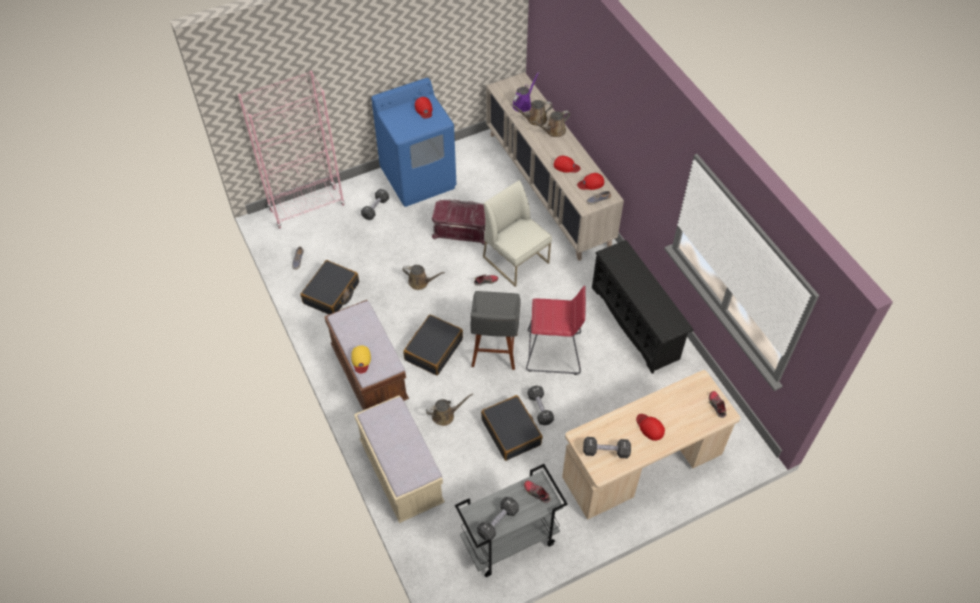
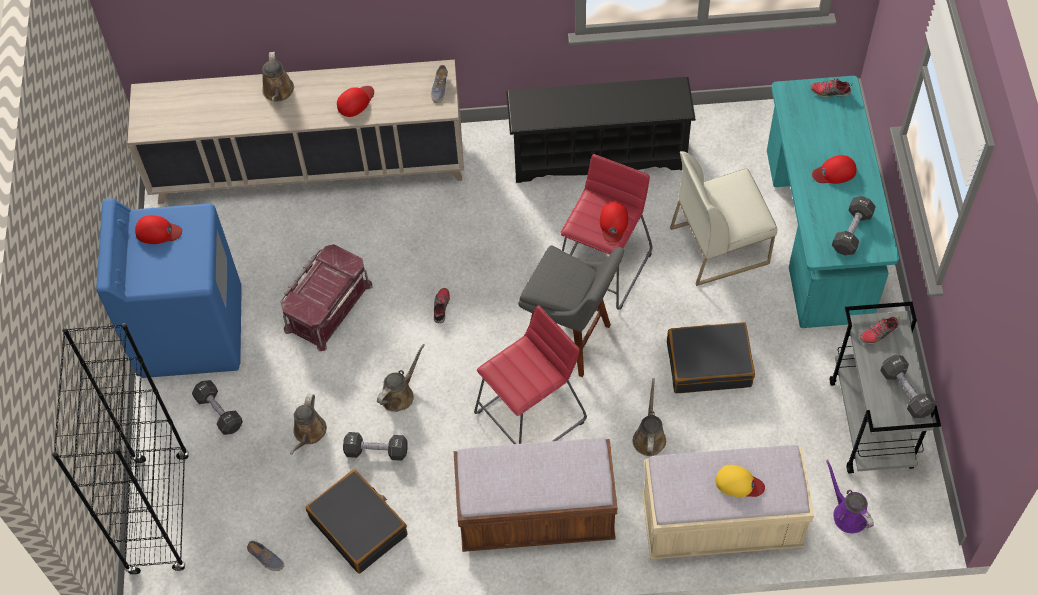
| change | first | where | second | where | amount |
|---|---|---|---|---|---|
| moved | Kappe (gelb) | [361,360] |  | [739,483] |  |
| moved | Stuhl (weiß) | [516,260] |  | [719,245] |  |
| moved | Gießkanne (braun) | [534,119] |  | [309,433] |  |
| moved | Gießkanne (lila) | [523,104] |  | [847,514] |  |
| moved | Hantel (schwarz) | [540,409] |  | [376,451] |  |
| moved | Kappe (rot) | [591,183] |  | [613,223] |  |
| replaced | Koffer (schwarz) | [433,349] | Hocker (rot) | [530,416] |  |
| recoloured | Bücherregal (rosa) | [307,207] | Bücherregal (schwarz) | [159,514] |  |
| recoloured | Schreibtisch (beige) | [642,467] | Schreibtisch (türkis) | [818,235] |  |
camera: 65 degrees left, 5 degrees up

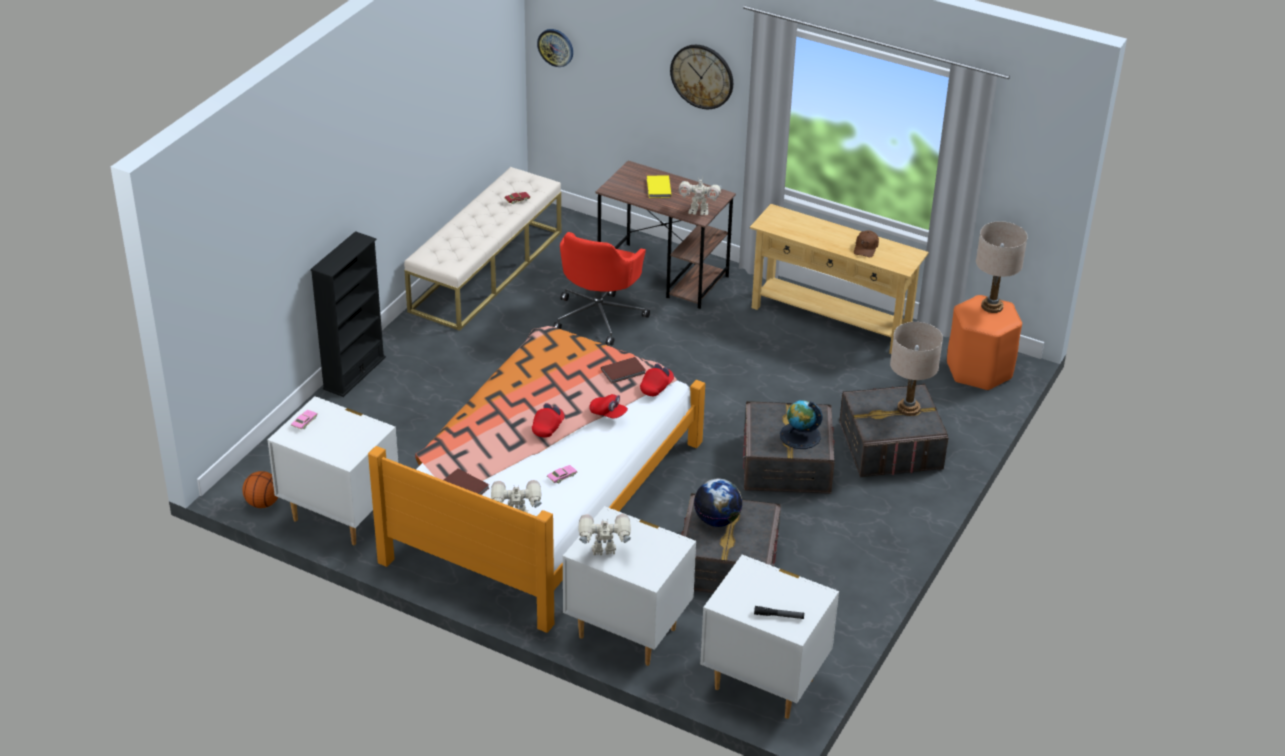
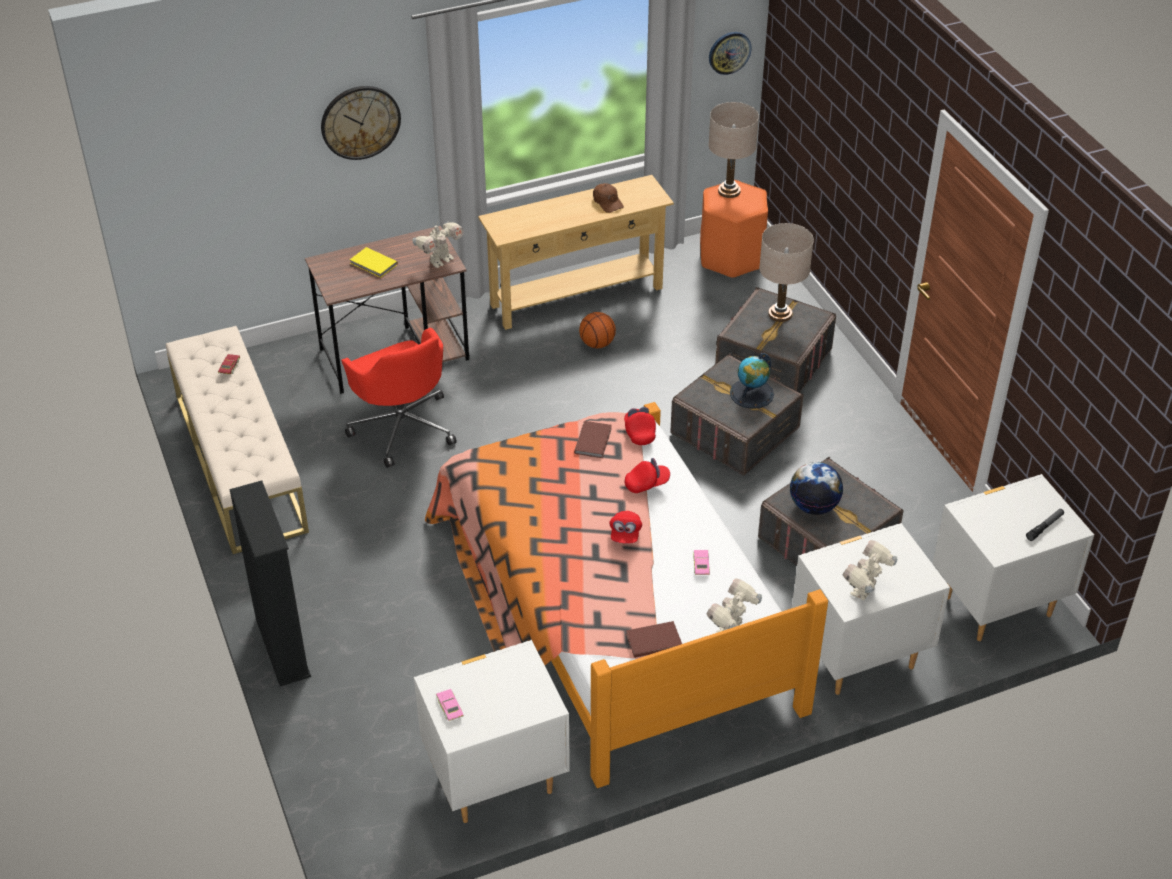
| change | first | where | second | where | amount |
|---|---|---|---|---|---|
| moved | Basketball | [263,503] |  | [597,344] |  |
| moved | Wanduhr | [555,47] |  | [729,52] |  |
| turned | Kappe (rot) | [548,427] |  | [625,534] | 150 degrees counterclockwise |
camera: 50 degrees left, 5 degrees up

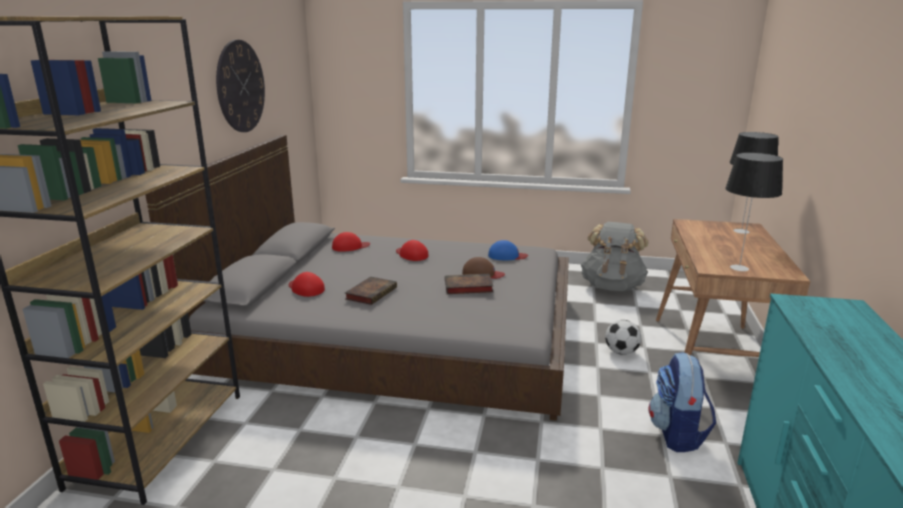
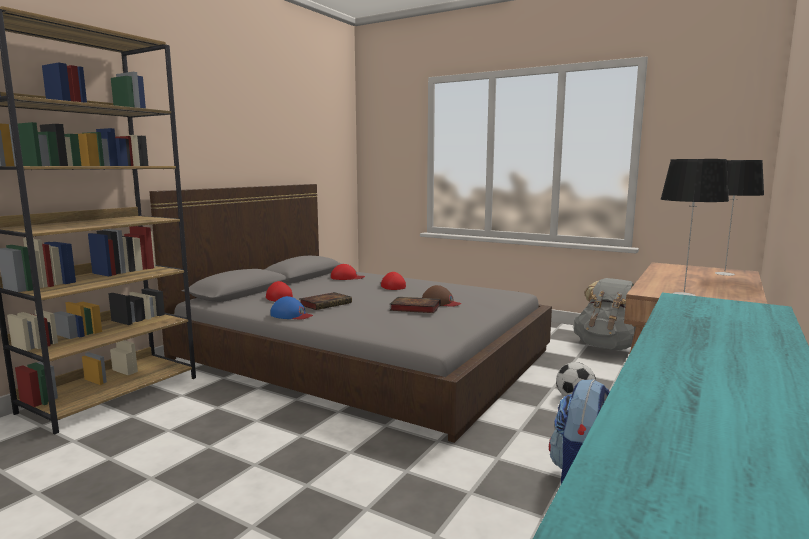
| change | first | where | second | where | amount |
|---|---|---|---|---|---|
| removed | Wanduhr | [240,86] |  |  |  |
| moved | Kappe (blau) | [507,256] |  | [291,315] |  |
camera: 20 degrees right, 10 degrees down

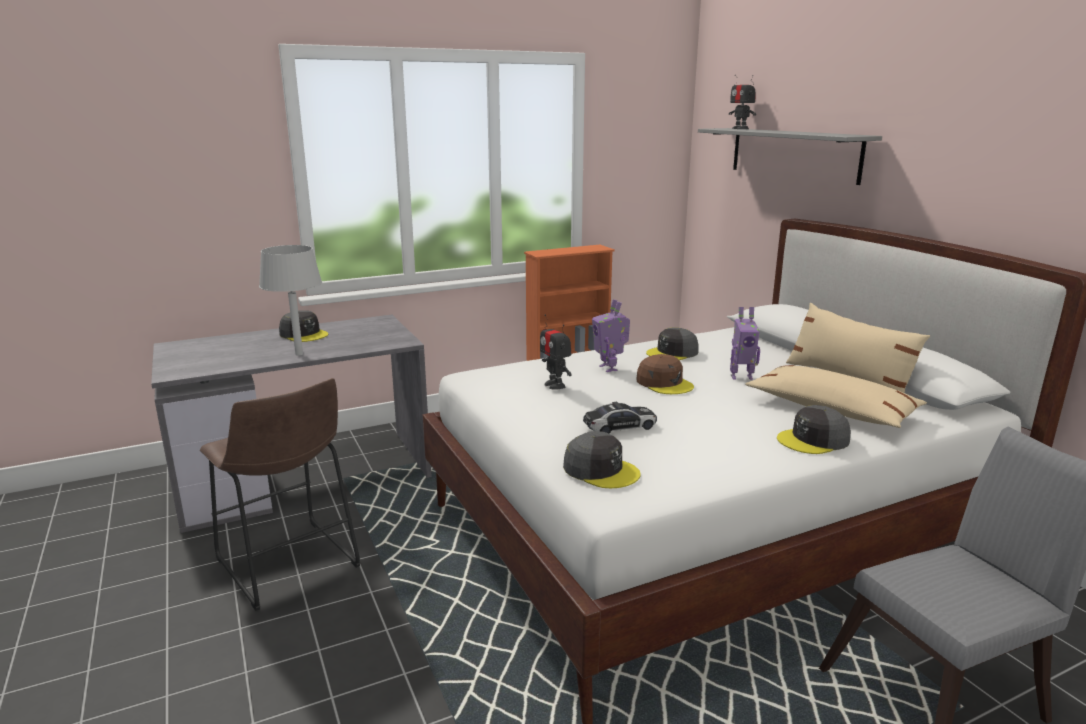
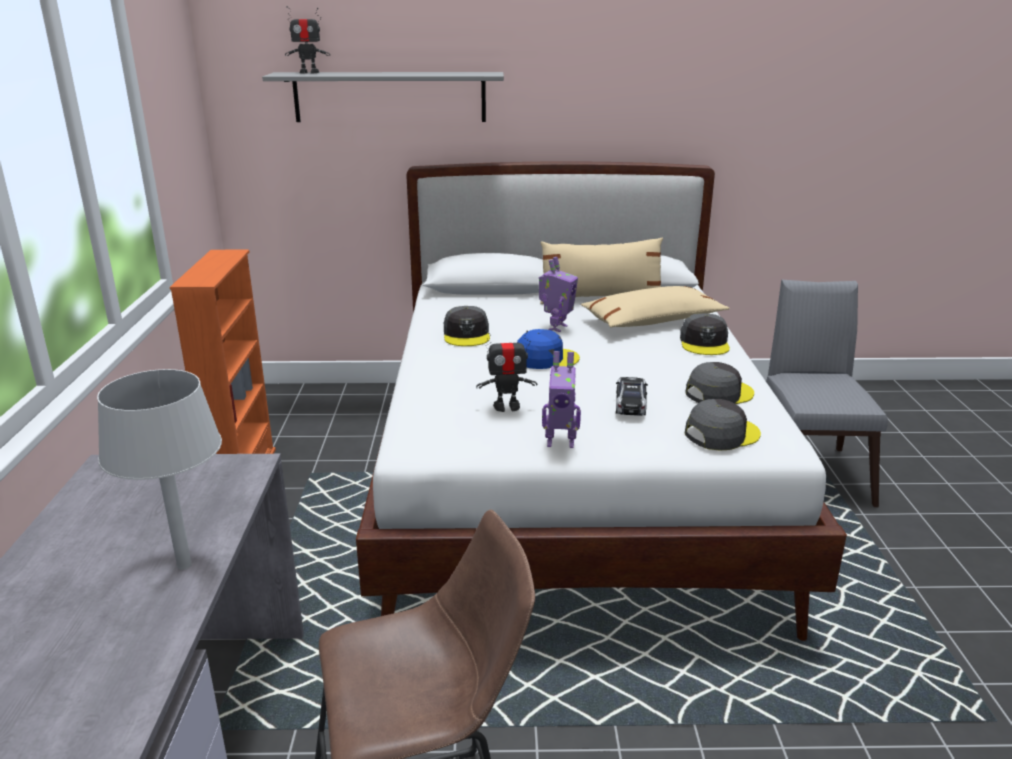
| change | first | where | second | where | amount |
|---|---|---|---|---|---|
| moved | Kappe (grau) | [304,334] |  | [718,393] |  |
| moved | Spielzeugroboter | [609,368] |  | [560,442] |  |
| recoloured | Kappe (braun) | [664,383] | Kappe (blau) | [546,359] |  |
camera: 65 degrees left, 5 degrees up

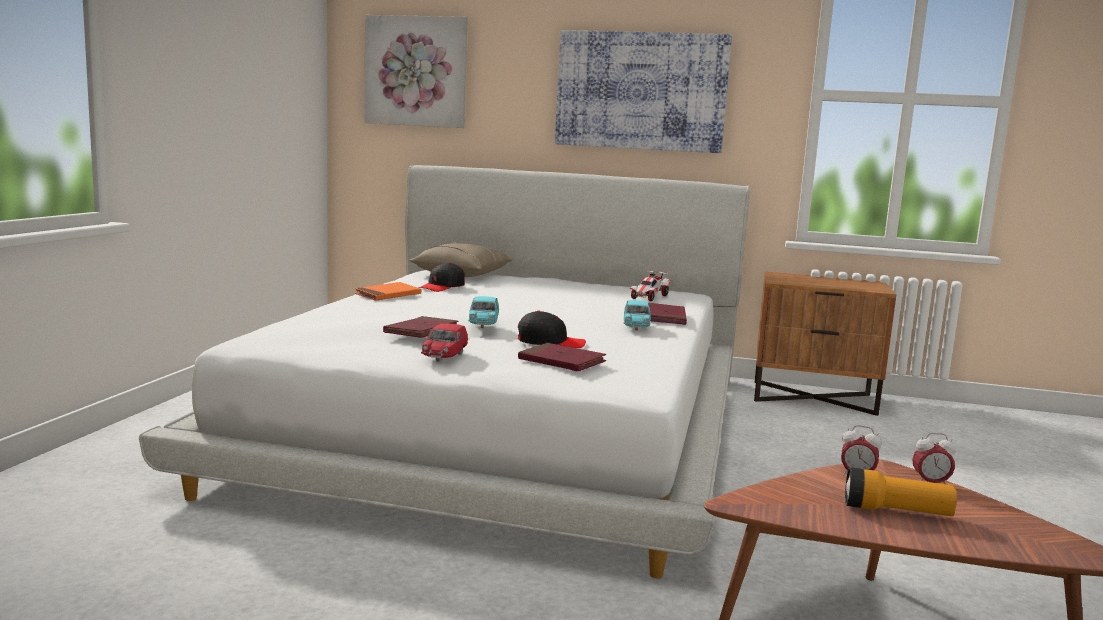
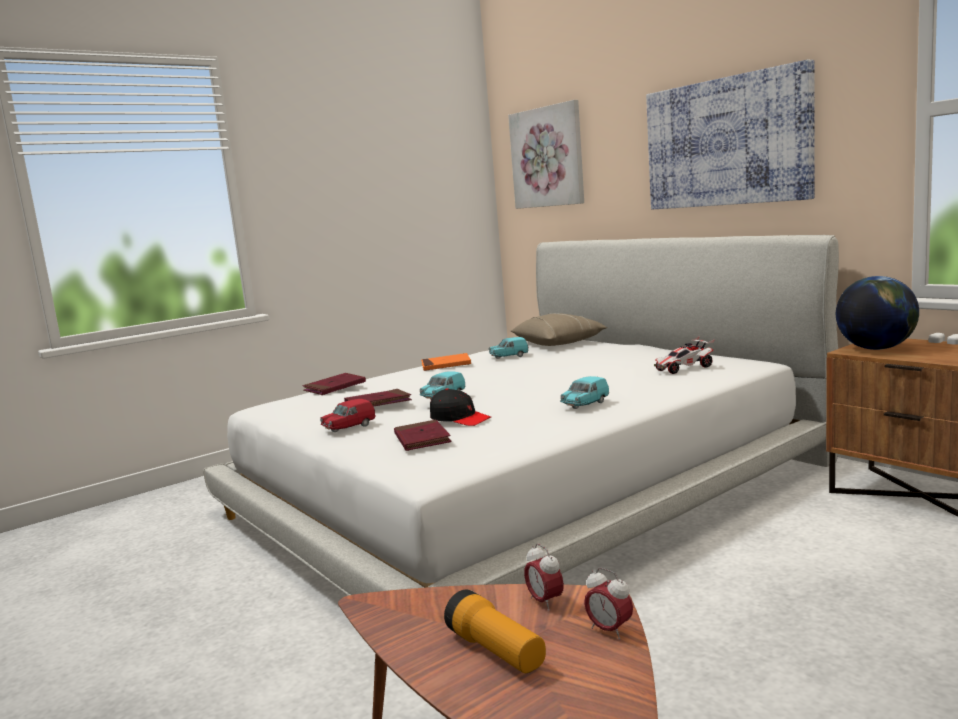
| change | first | where | second | where | amount |
|---|---|---|---|---|---|
| added |  |  | Globus | [875,348] |  |
| moved | Buch (rot) | [666,317] |  | [334,387] |  |
| replaced | Kappe (schwarz) | [442,287] | Spielzeugauto (türkis) | [509,357] |  |
camera: 40 degrees right, 0 degrees up

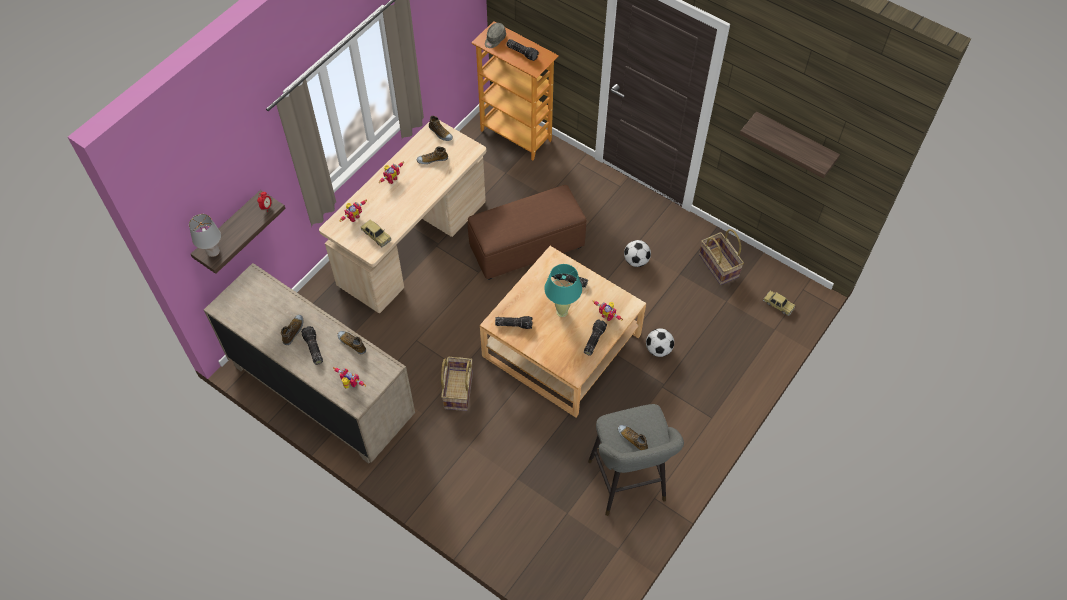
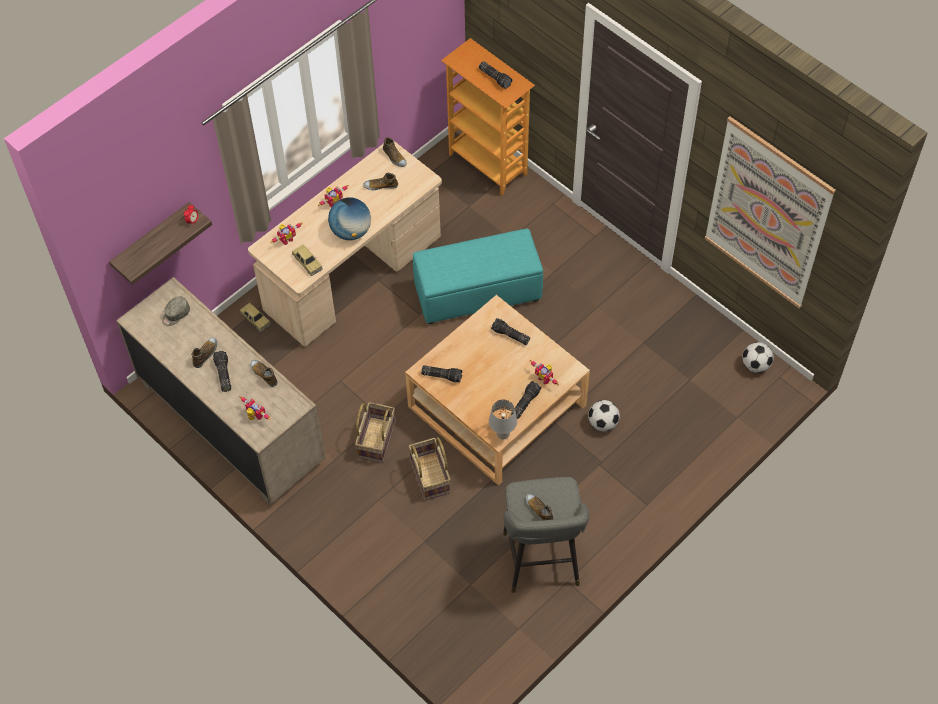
| change | first | where | second | where | amount |
|---|---|---|---|---|---|
| removed | Tischlampe (türkis) | [562,312] |  |  |  |
| added |  |  | Globus | [351,231] |  |
| moved | Tischlampe (grau) | [213,252] |  | [503,434] |  |
| moved | Kappe (grau) | [494,39] |  | [175,314] |  |
| moved | Fußball | [636,261] |  | [755,365] |  |
| moved | Korb | [719,265] |  | [431,476] |  |
| moved | Spielzeugauto | [778,305] |  | [255,319] |  |
| replaced | Wandregal | [794,143] | Bild | [766,214] |  |
| recoloured | Polsterhocker (braun) | [527,247] | Polsterhocker (türkis) | [479,292] |  |
camera: 10 degrees right, 0 degrees up

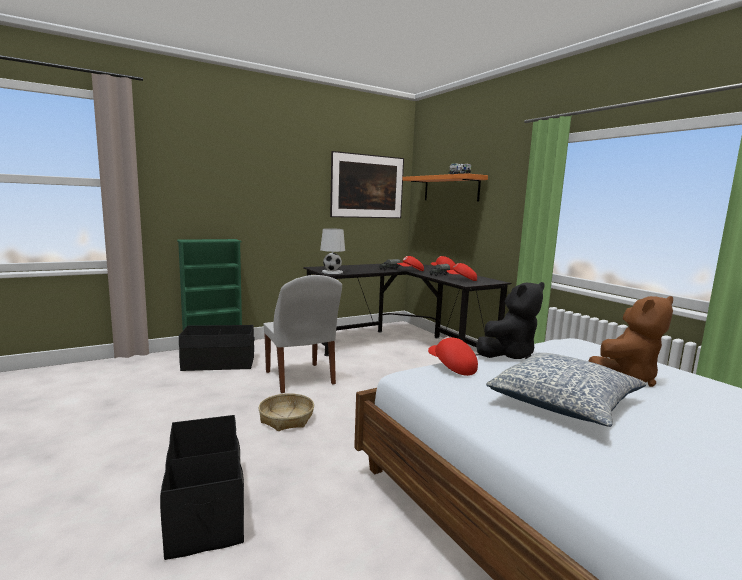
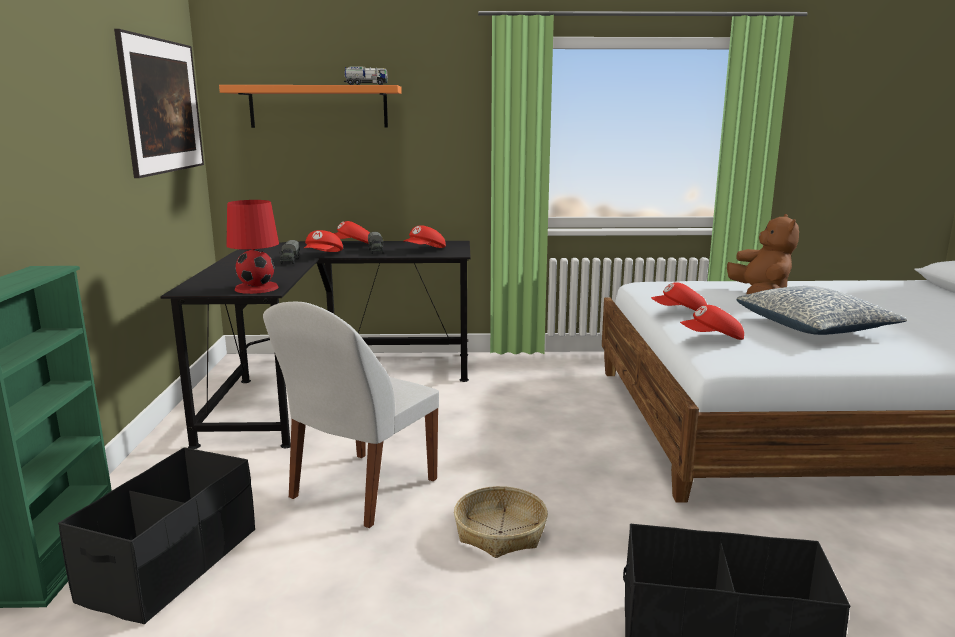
| change | first | where | second | where | amount |
|---|---|---|---|---|---|
| replaced | Plüschtier (schwarz) | [508,355] | Kappe (rot) | [679,312] |  |
| recoloured | Tischlampe (weiß) | [332,272] | Tischlampe (rot) | [257,288] |  |
| turned | Stuhl (weiß) | [300,379] |  | [361,490] | 120 degrees clockwise |
camera: 60 degrees left, 5 degrees up

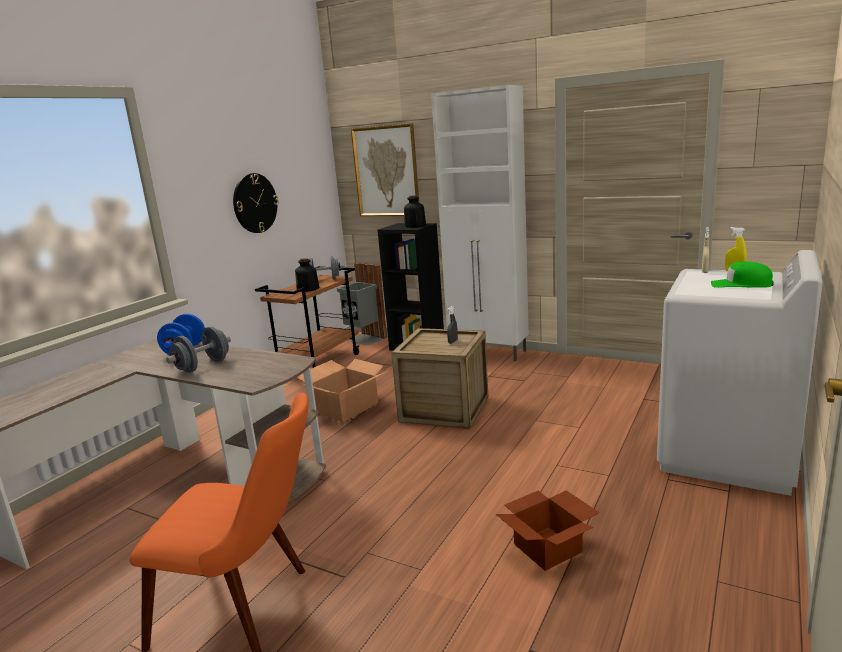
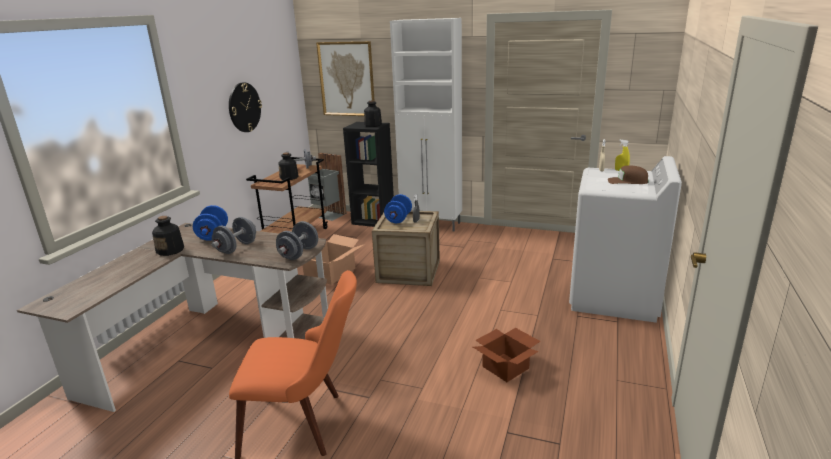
| change | first | where | second | where | amount |
|---|---|---|---|---|---|
| added |  |  | Flasche | [170,250] |  |
| added |  |  | Hantel (grau) | [299,254] |  |
| added |  |  | Hantel (blau) | [398,219] |  |
| recoloured | Kappe (grün) | [741,284] | Kappe (braun) | [627,181] |  |
camera: 10 degrees left, 5 degrees up

